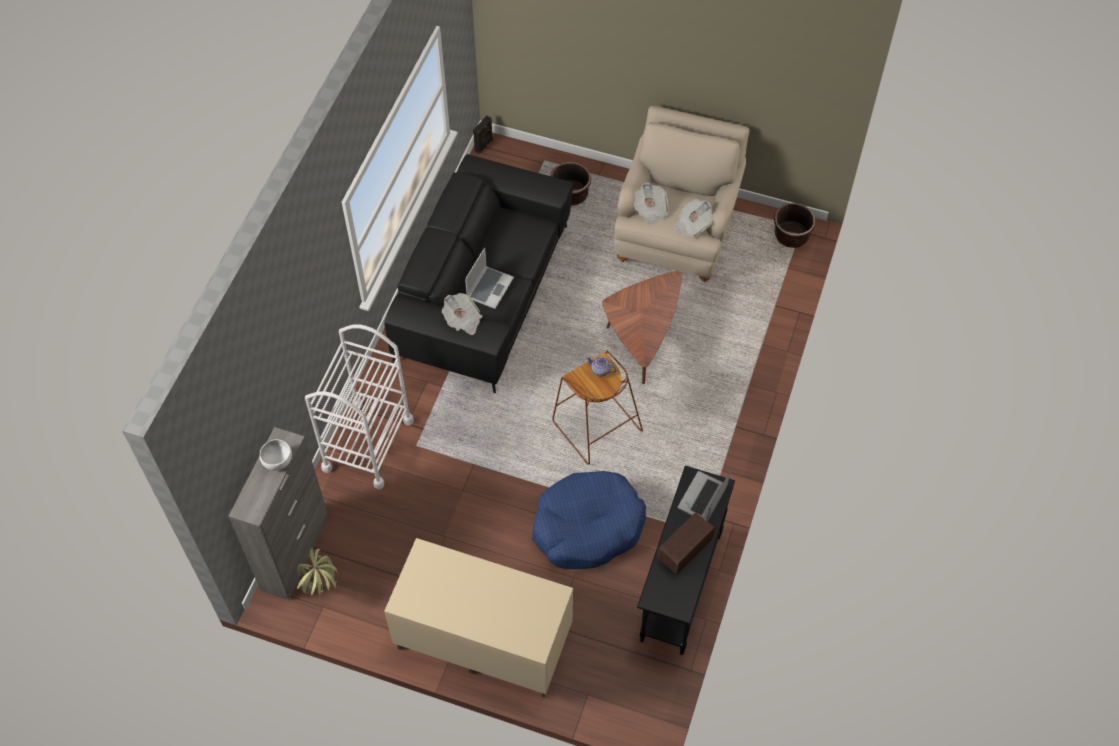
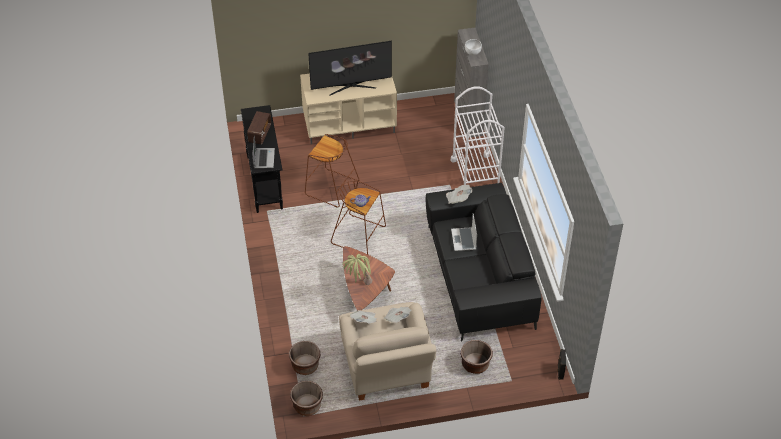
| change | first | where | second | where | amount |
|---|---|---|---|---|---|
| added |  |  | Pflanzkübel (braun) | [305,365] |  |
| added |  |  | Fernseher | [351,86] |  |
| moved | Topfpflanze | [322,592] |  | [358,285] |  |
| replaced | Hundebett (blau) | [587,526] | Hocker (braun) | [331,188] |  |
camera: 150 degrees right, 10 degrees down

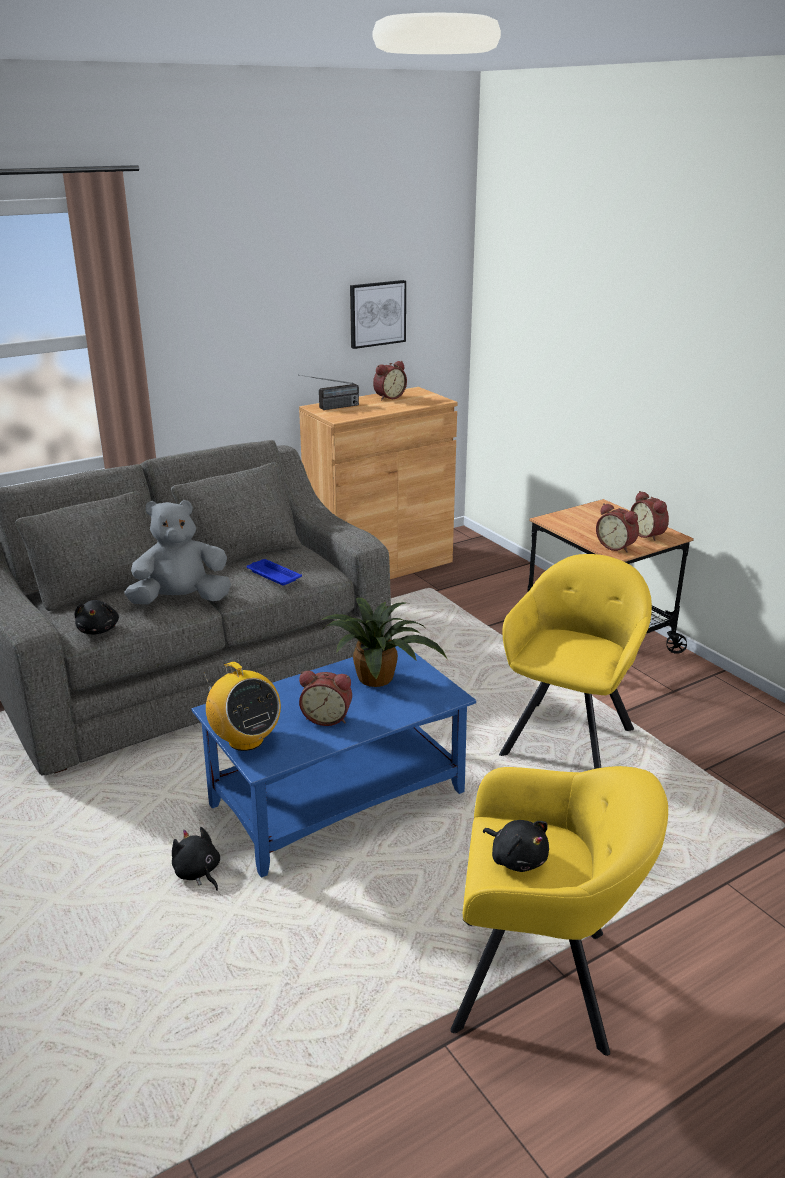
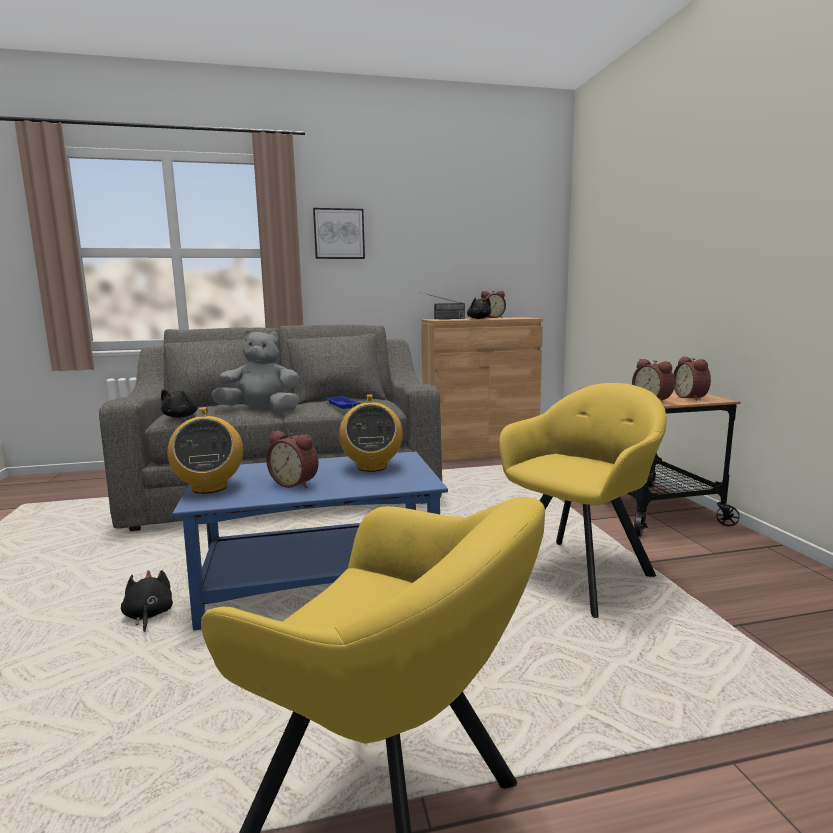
| change | first | where | second | where | amount |
|---|---|---|---|---|---|
| moved | Bild | [377,313] |  | [339,234] |  |
| moved | Plüschtier (schwarz) | [517,858] |  | [478,318] |  |
| replaced | Topfpflanze | [379,677] | Radio | [371,467] |  |
camera: 20 degrees right, 15 degrees down

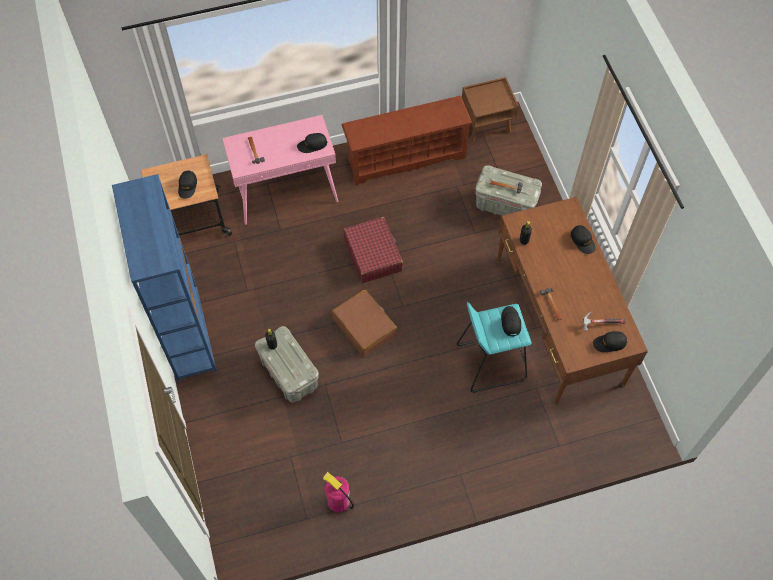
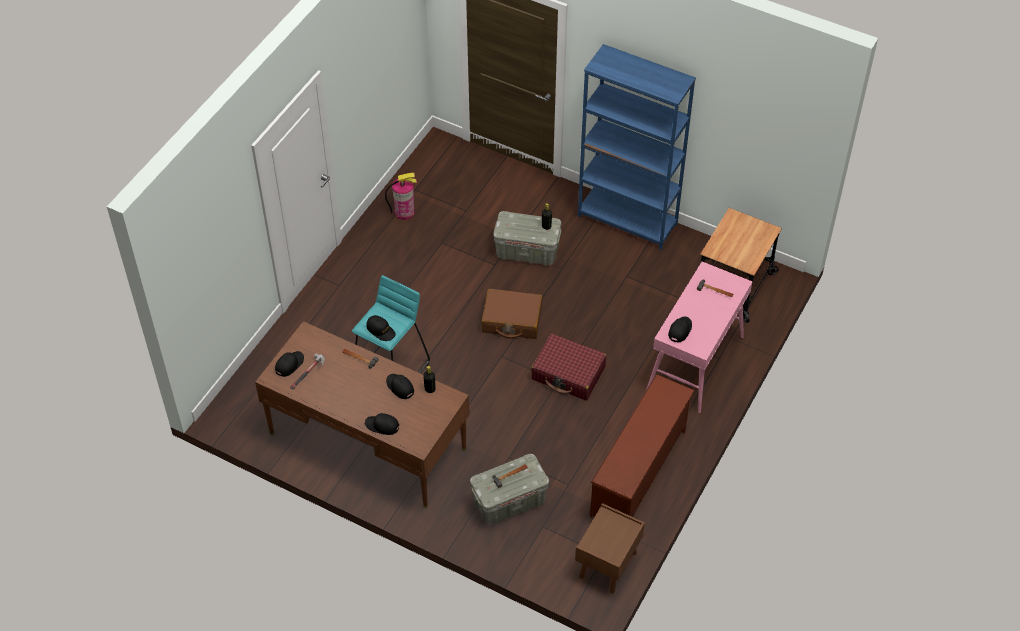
| change | first | where | second | where | amount |
|---|---|---|---|---|---|
| moved | Kappe (schwarz) | [187,186] |  | [400,387] |  |
camera: 135 degrees right, 10 degrees down

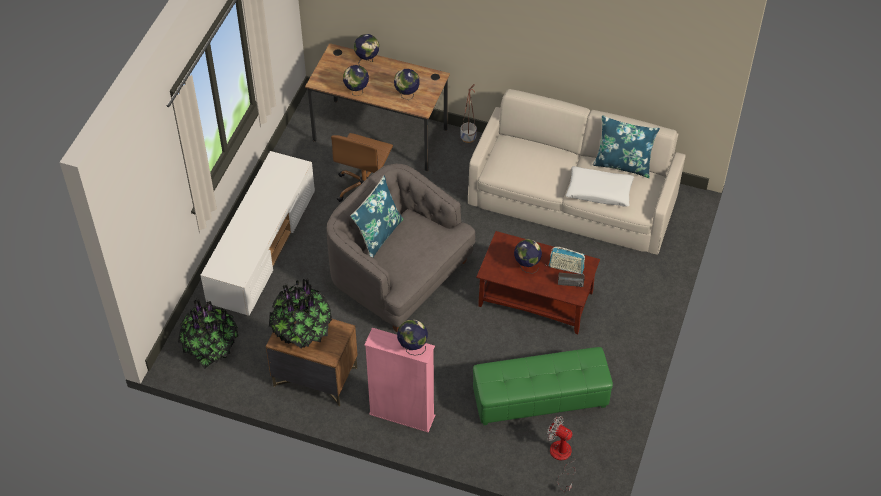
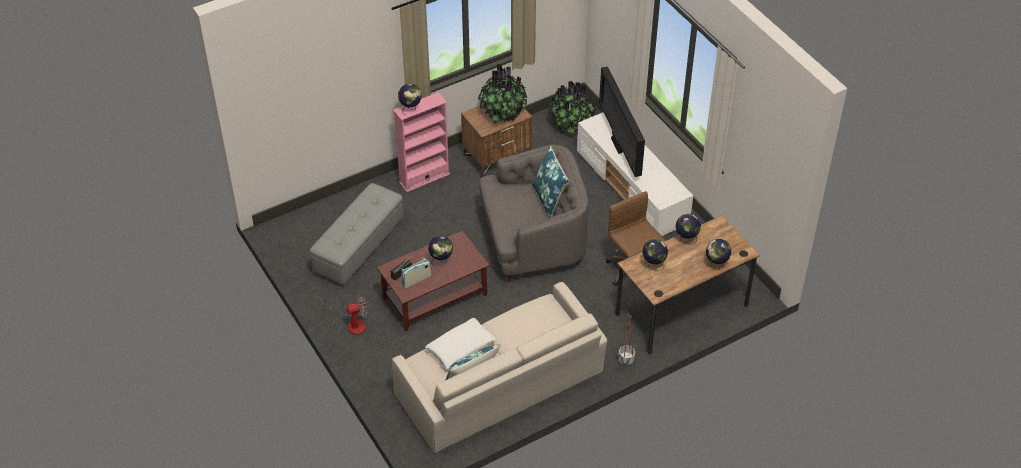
| change | first | where | second | where | amount |
|---|---|---|---|---|---|
| added |  |  | Fernseher | [618,146] |  |
| moved | Ventilator | [561,458] |  | [351,324] |  |
| recoloured | Polsterhocker (grün) | [540,399] | Polsterhocker (grau) | [359,246] |  |
camera: 130 degrees right, 5 degrees down

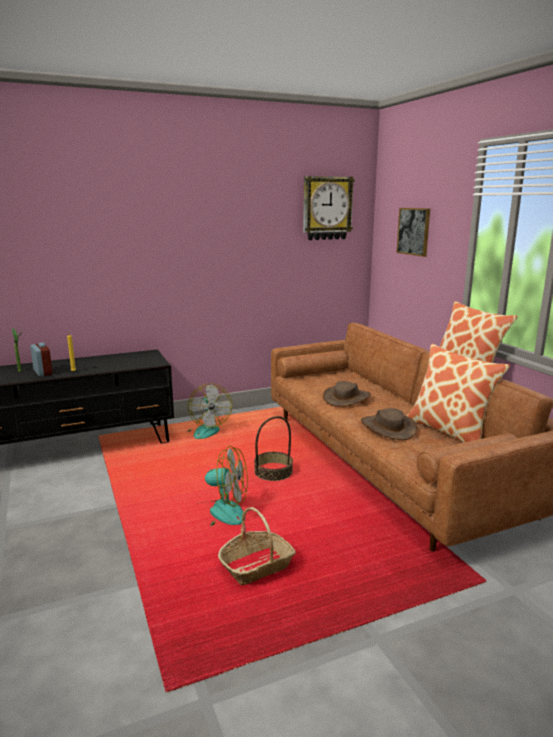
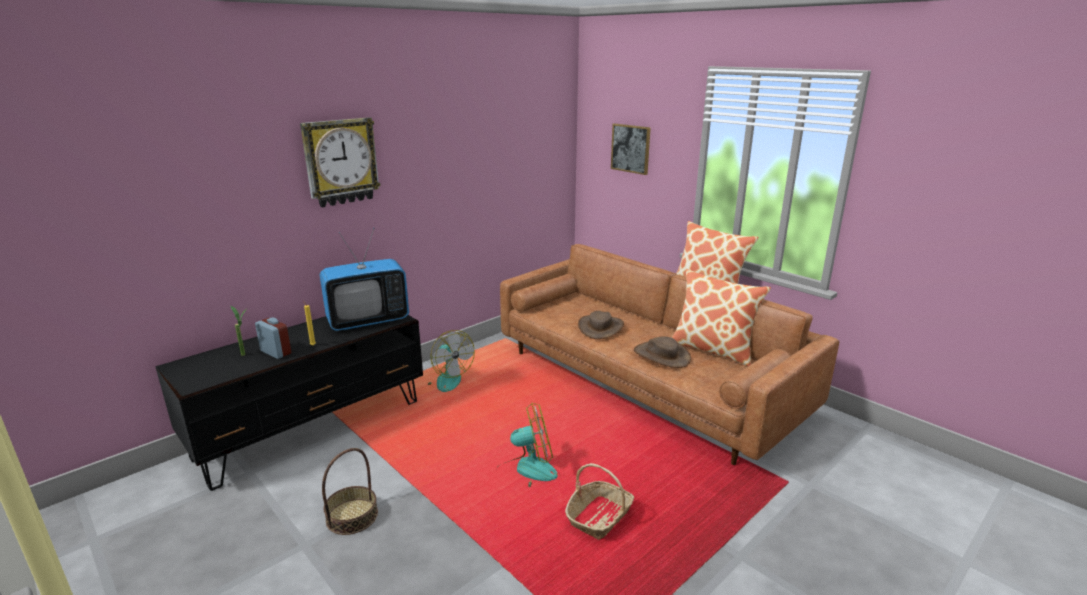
| change | first | where | second | where | amount |
|---|---|---|---|---|---|
| added |  |  | Fernseher | [368,321] |  |
| moved | Korb | [273,472] |  | [352,516] |  |
| moved | Wanduhr | [326,208] |  | [340,162] |  |
camera: 20 degrees left, 5 degrees up

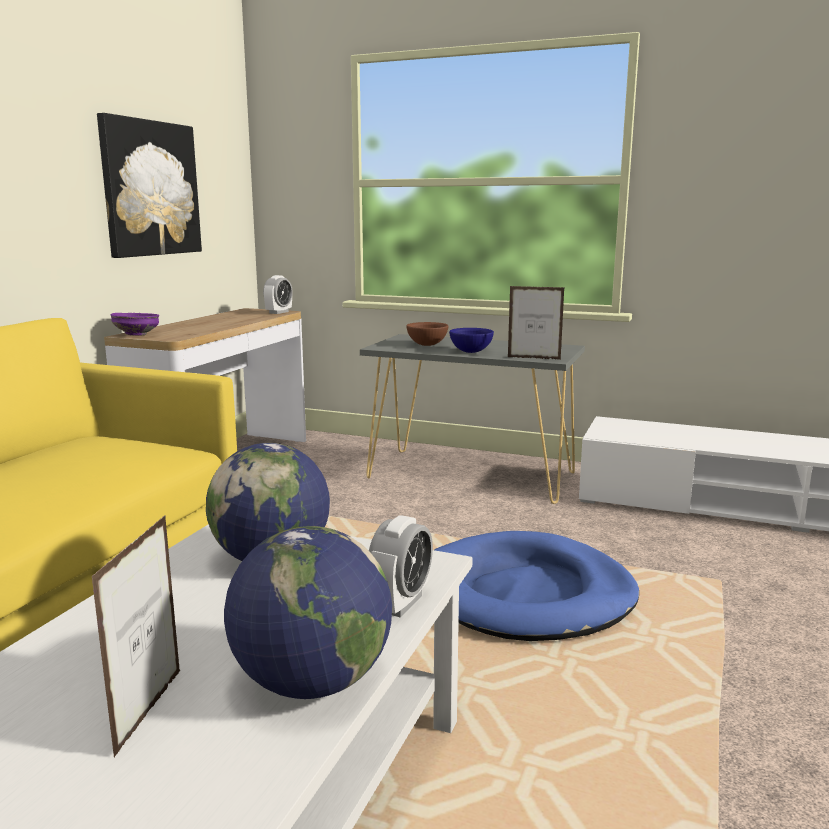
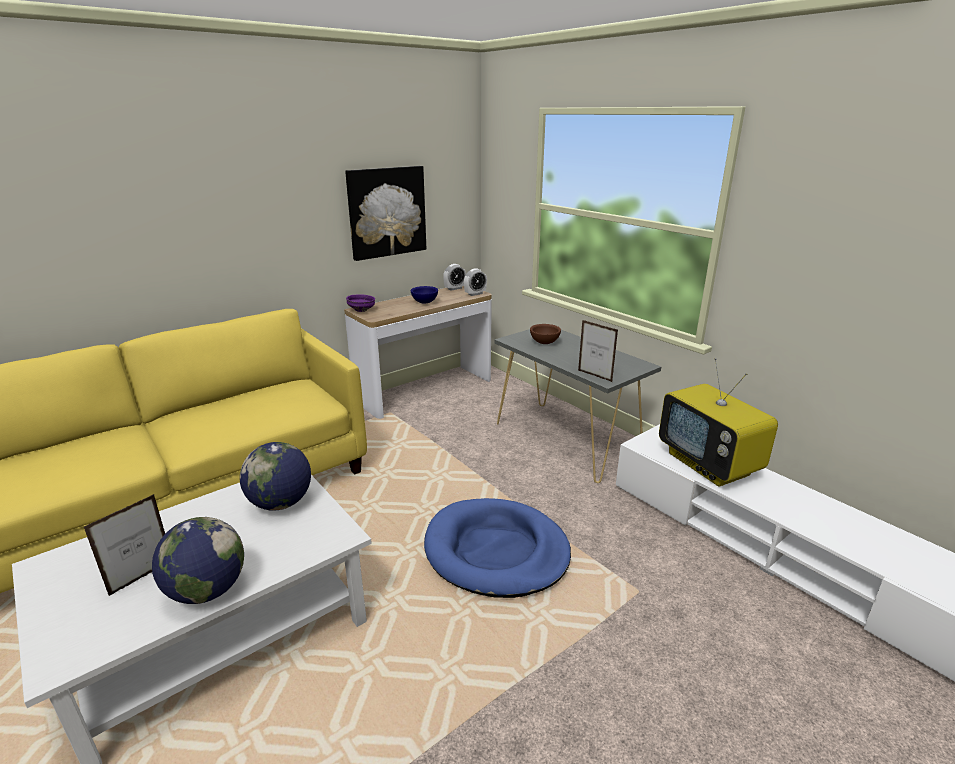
| change | first | where | second | where | amount |
|---|---|---|---|---|---|
| added |  |  | Fernseher | [709,464] |  |
| moved | Wecker | [400,603] |  | [454,288] |  |
| moved | Schüssel (blau) | [471,352] |  | [425,302] |  |
camera: 30 degrees right, 10 degrees up

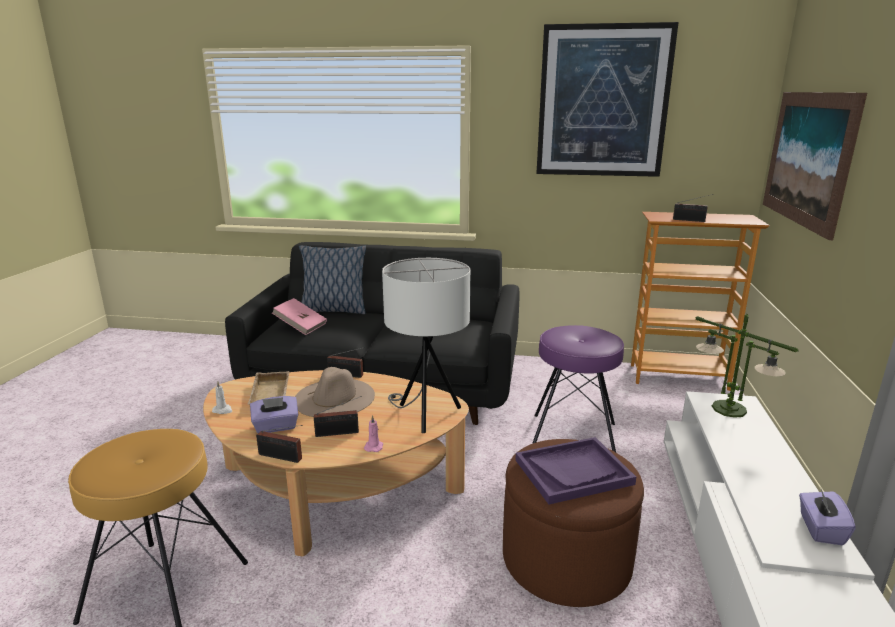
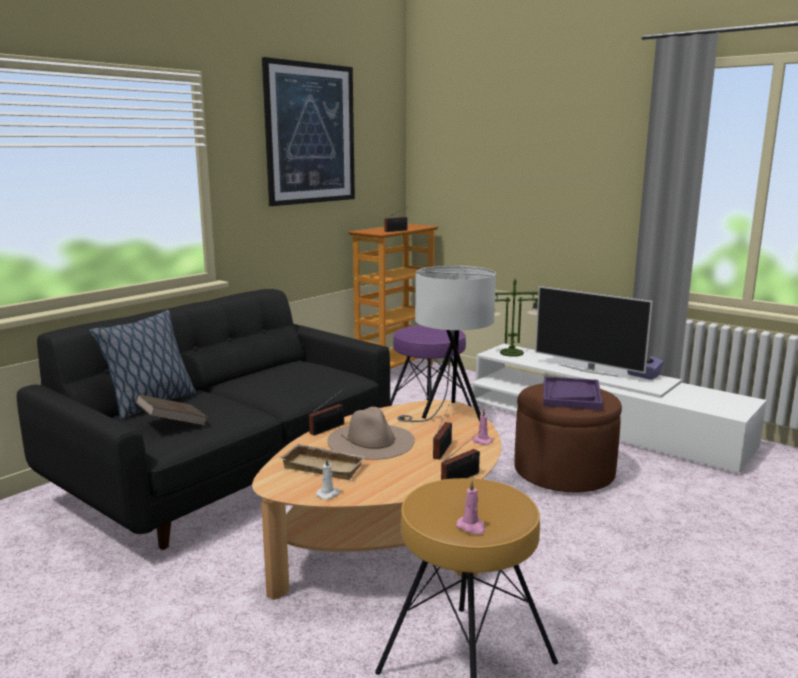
| change | first | where | second | where | amount |
|---|---|---|---|---|---|
| removed | Taschentuchbox (lila) | [276,427] |  |  |  |
| removed | Bild | [807,158] |  |  |  |
| added |  |  | Kerze (rosa) | [471,527] |  |
| added |  |  | Fernseher | [589,370] |  |
| recoloured | Buch (rosa) | [301,326] | Buch (braun) | [172,424] |  |
camera: 60 degrees left, 5 degrees down

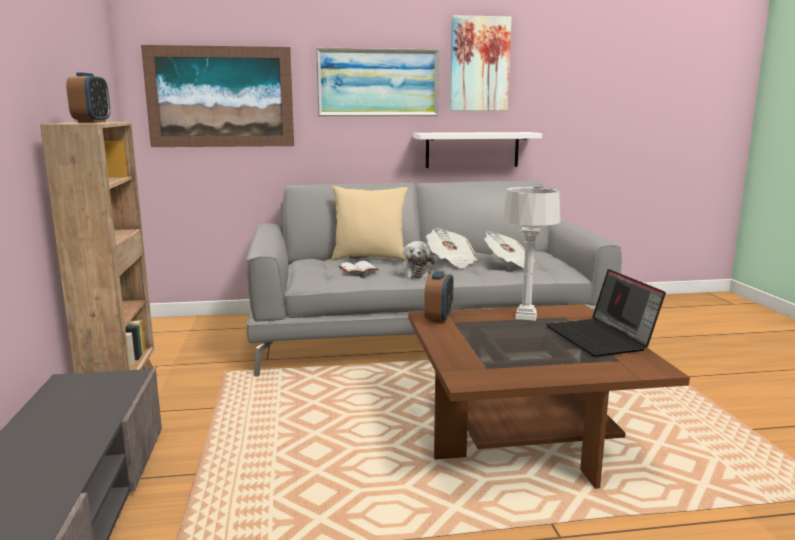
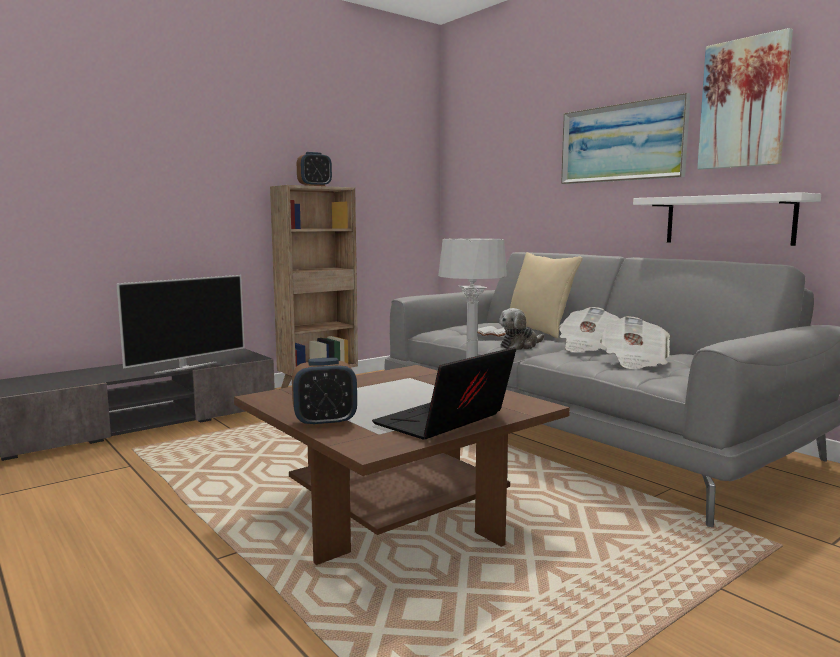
| change | first | where | second | where | amount |
|---|---|---|---|---|---|
| removed | Bild | [220,97] |  |  |  |
| added |  |  | Fernseher | [186,367] |  |
| moved | Wecker | [439,318] |  | [325,422] |  |
camera: 60 degrees right, 5 degrees down

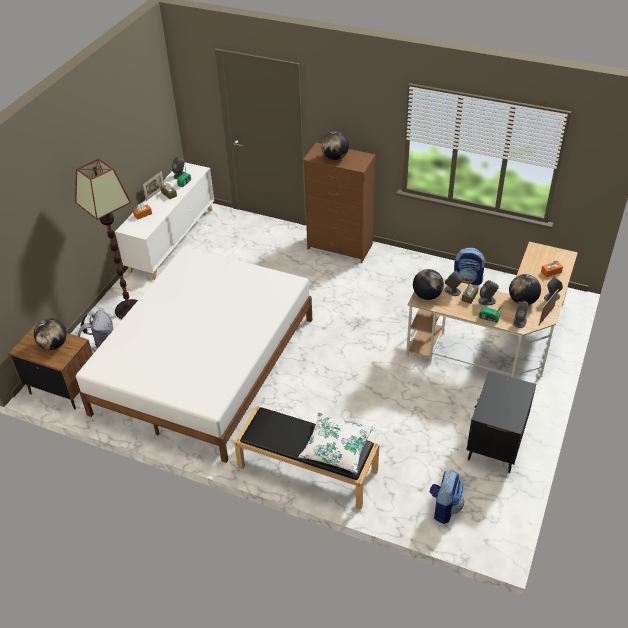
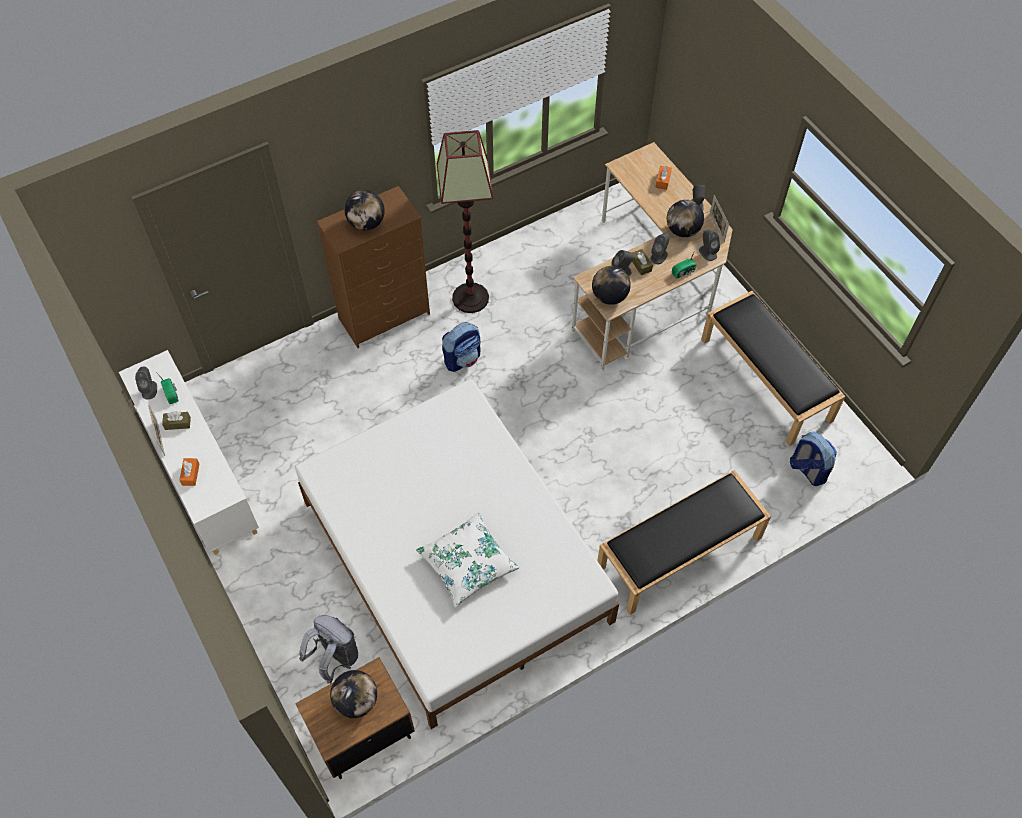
| change | first | where | second | where | amount |
|---|---|---|---|---|---|
| moved | Stehlampe | [129,309] |  | [470,298] |  |
| moved | Kissen (weiß) | [337,448] |  | [468,563] |  |
| moved | Rucksack | [468,280] |  | [462,358] |  |
| replaced | Nachttisch (schwarz) | [495,444] | Bank (schwarz) | [767,380] |  |
camera: 55 degrees left, 15 degrees up

